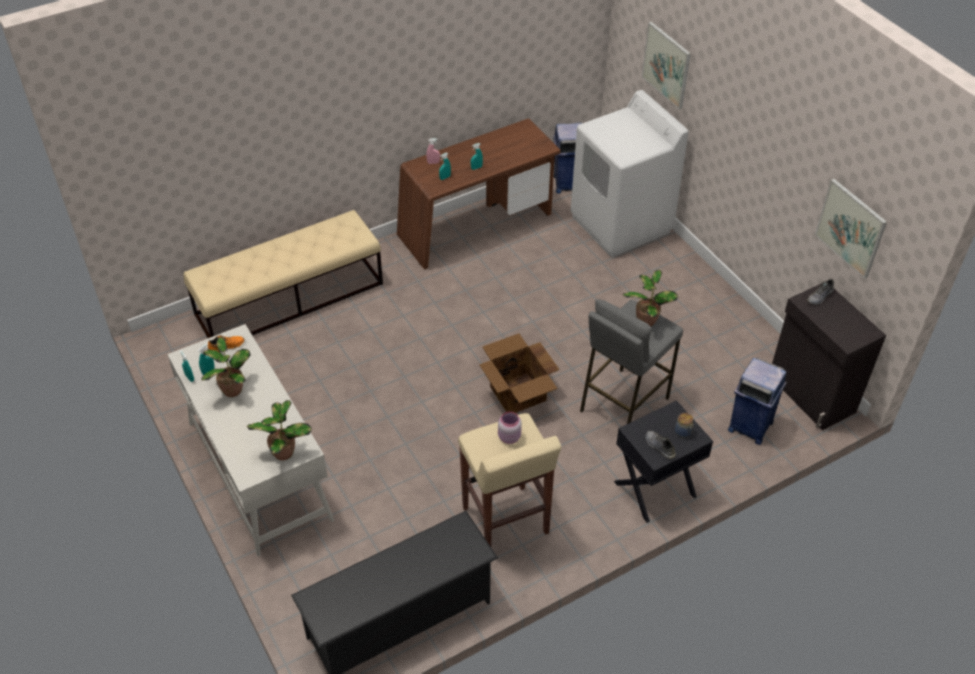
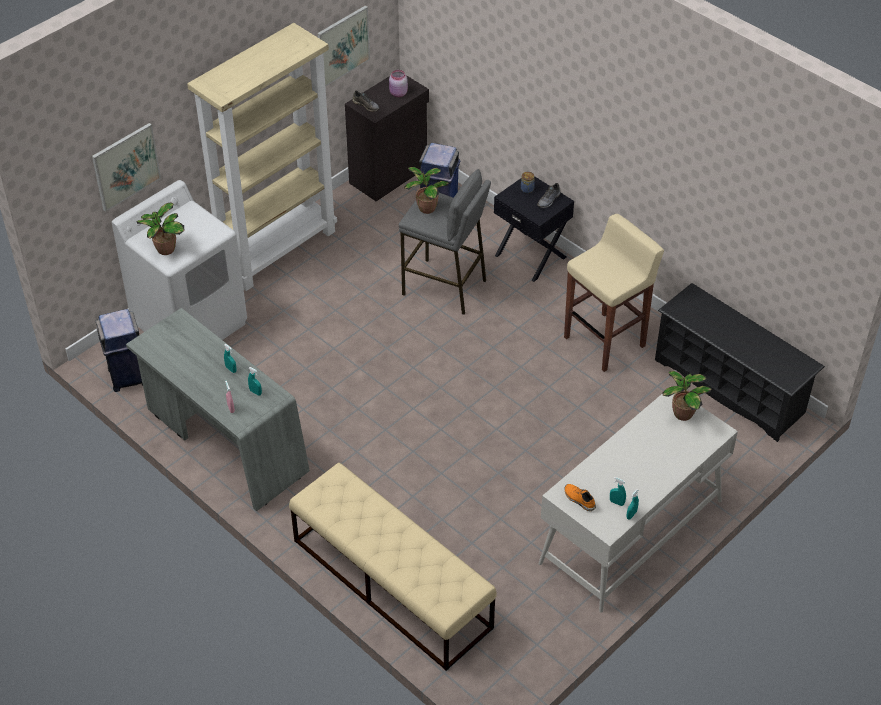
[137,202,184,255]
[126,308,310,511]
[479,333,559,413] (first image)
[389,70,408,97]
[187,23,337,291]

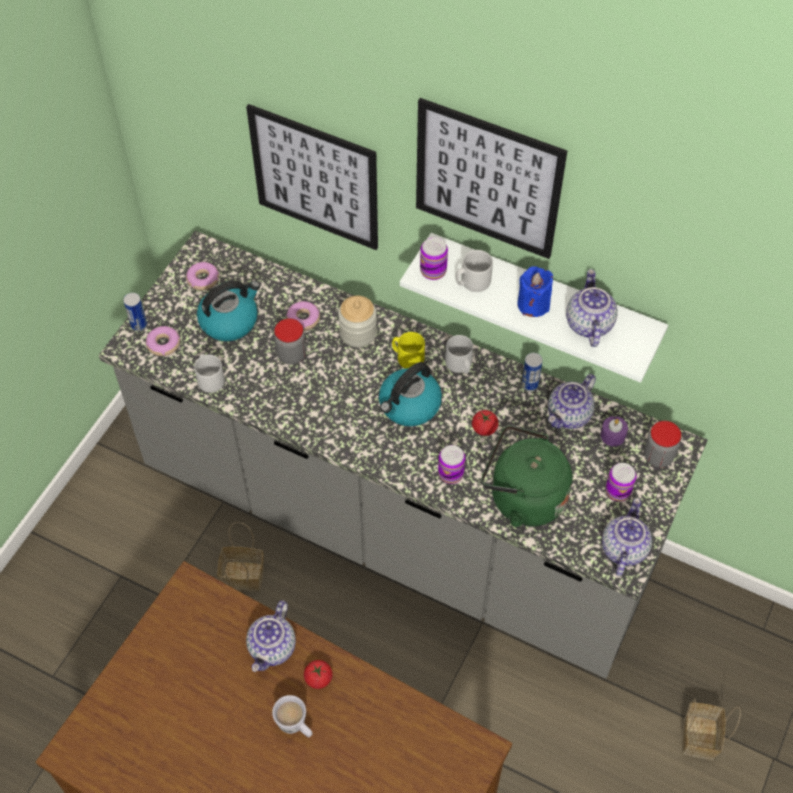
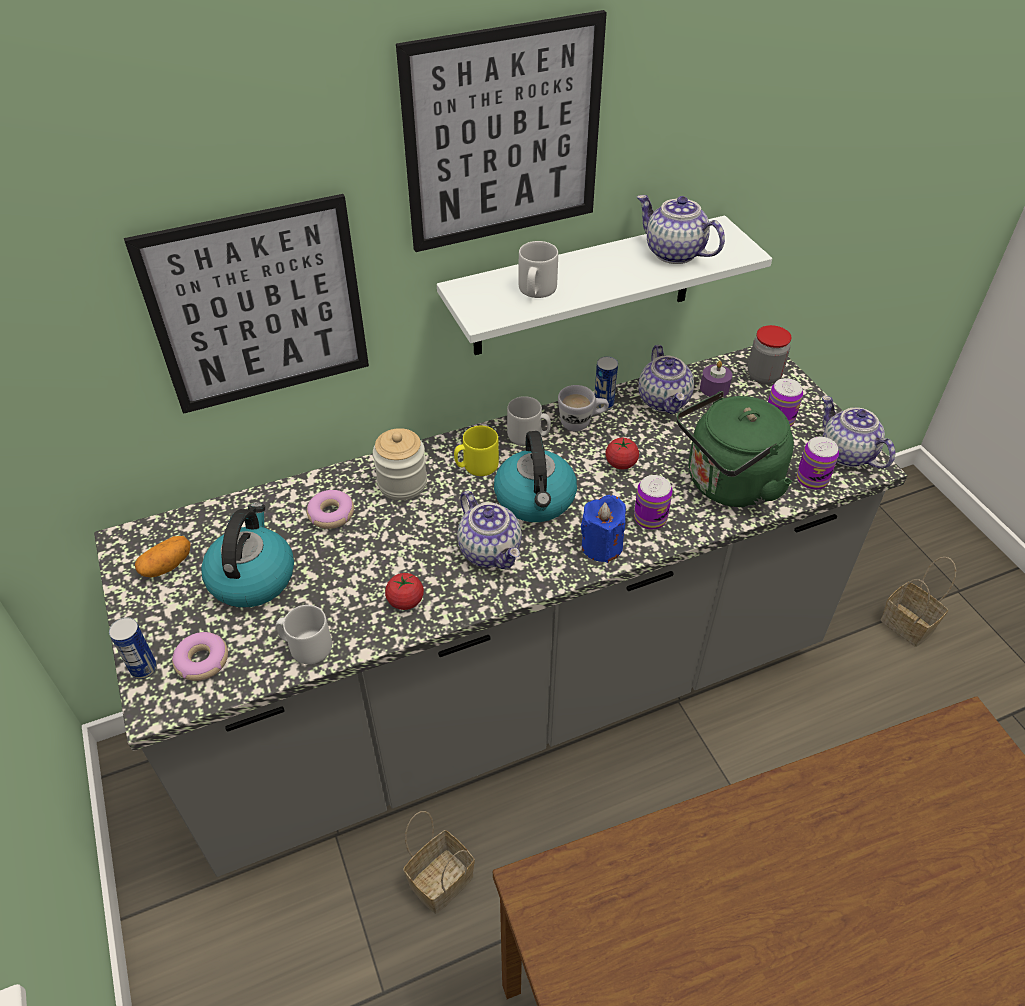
[135,536,191,577]
[457,491,522,570]
[558,385,609,431]
[274,319,306,364] (first image)
[385,573,424,610]
[797,437,839,490]
[581,495,626,563]

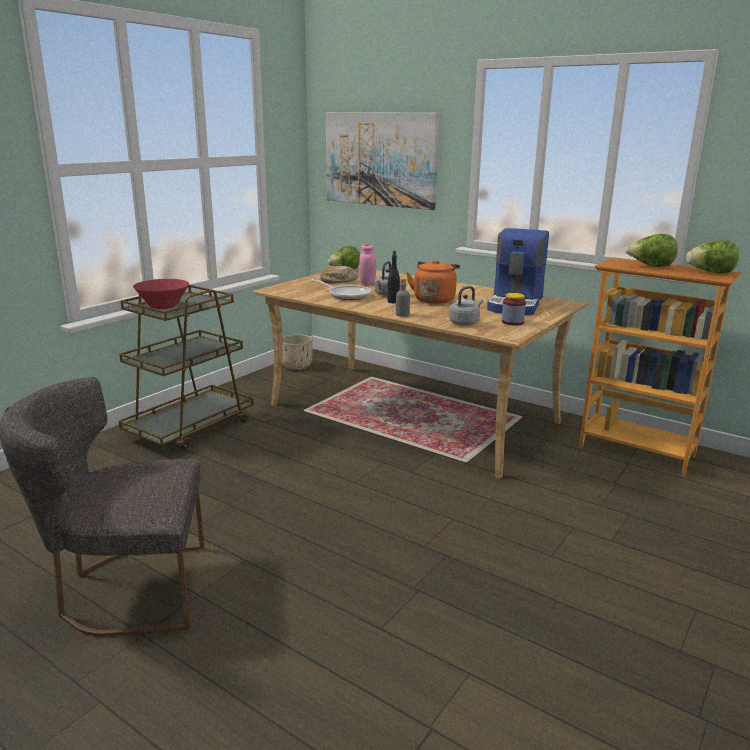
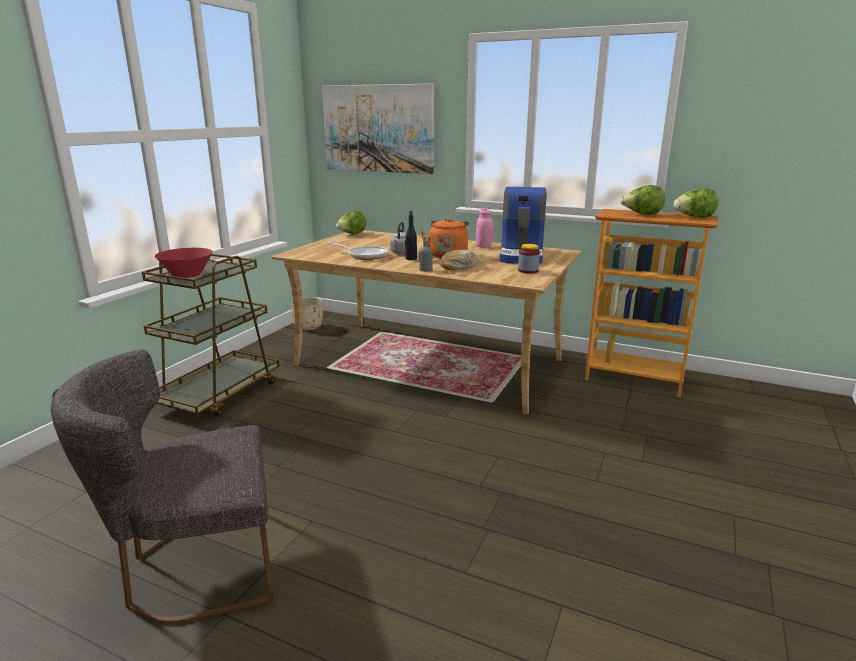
[440,250,480,270]
[476,209,494,248]
[449,286,483,326] (first image)

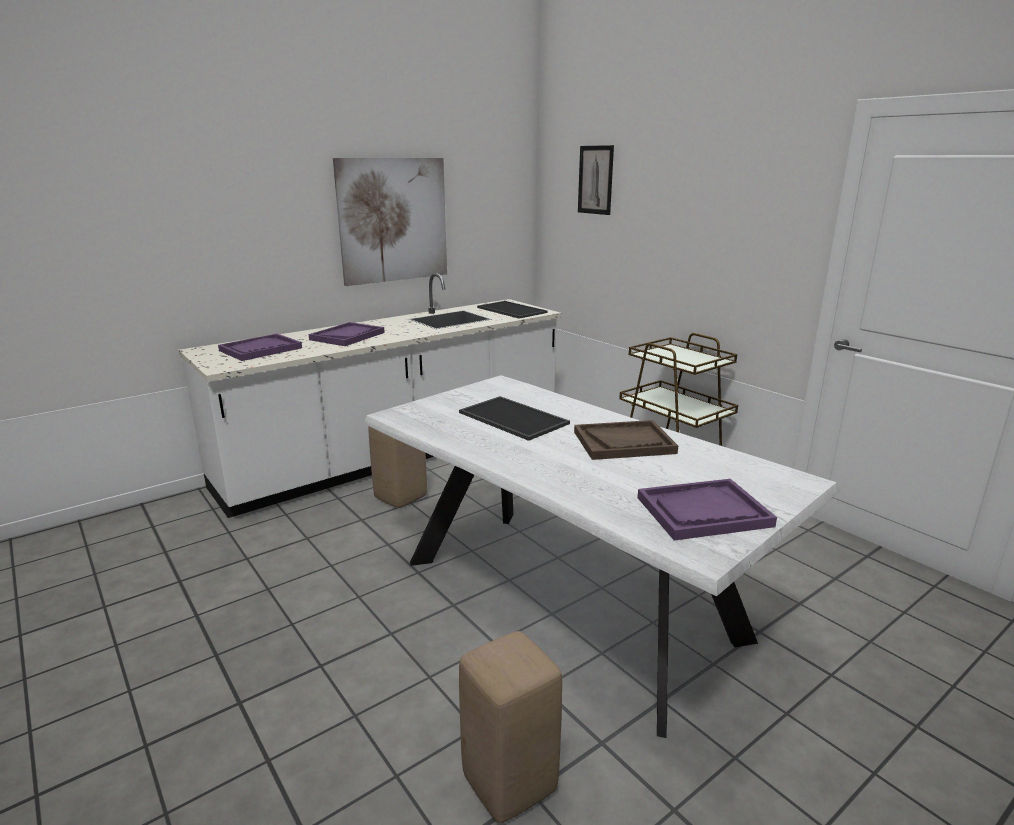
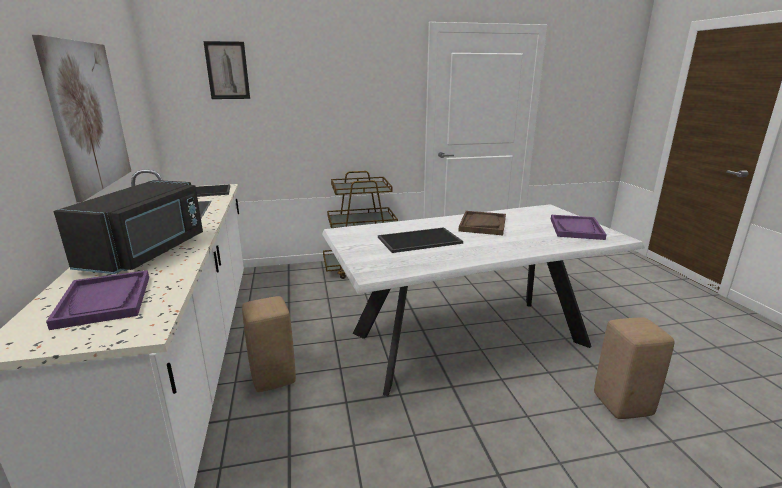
[54,180,203,274]

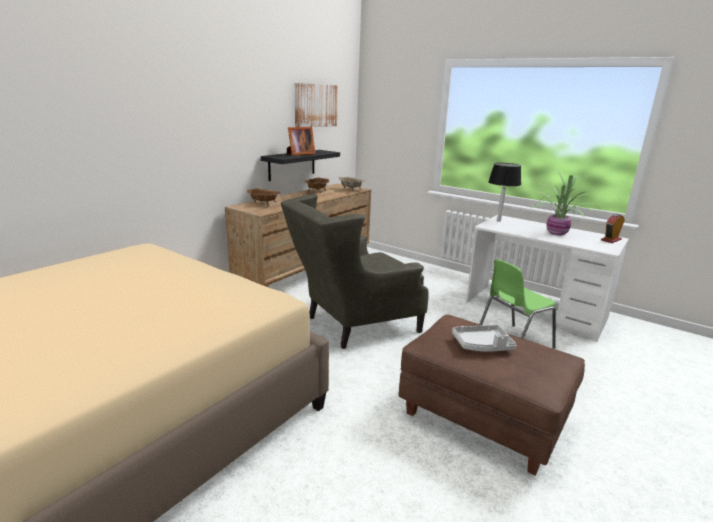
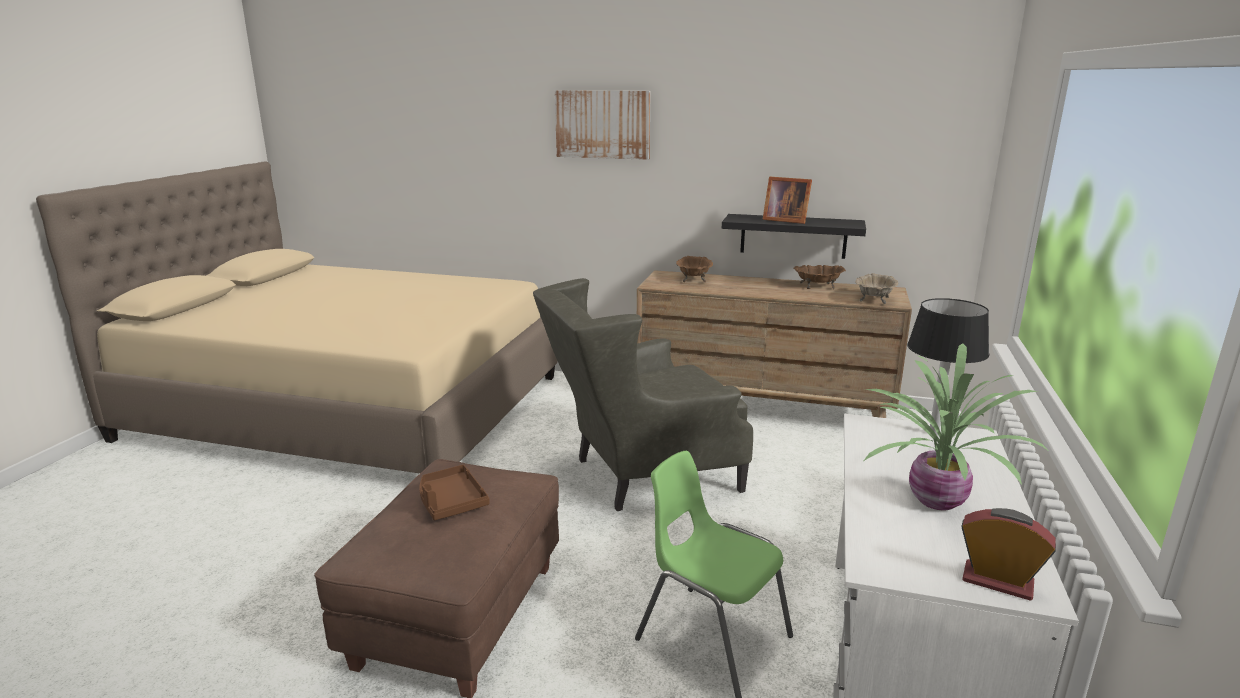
[533,278,753,511]
[555,90,651,160]
[419,465,489,520]

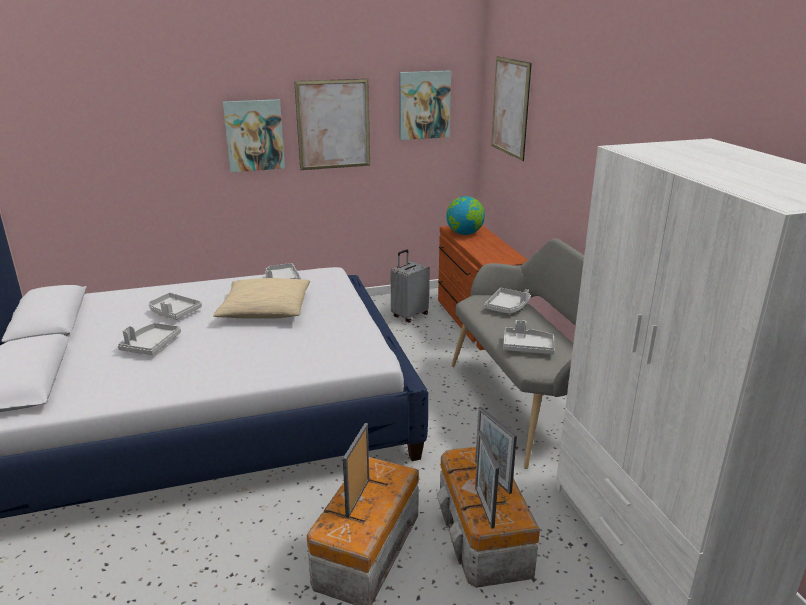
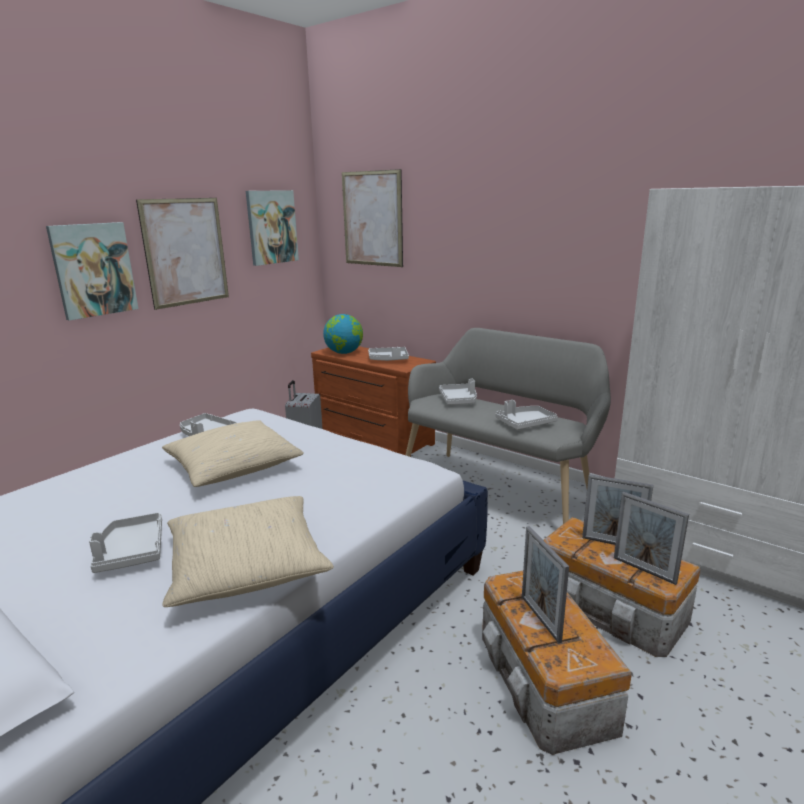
[368,347,409,361]
[162,496,334,607]

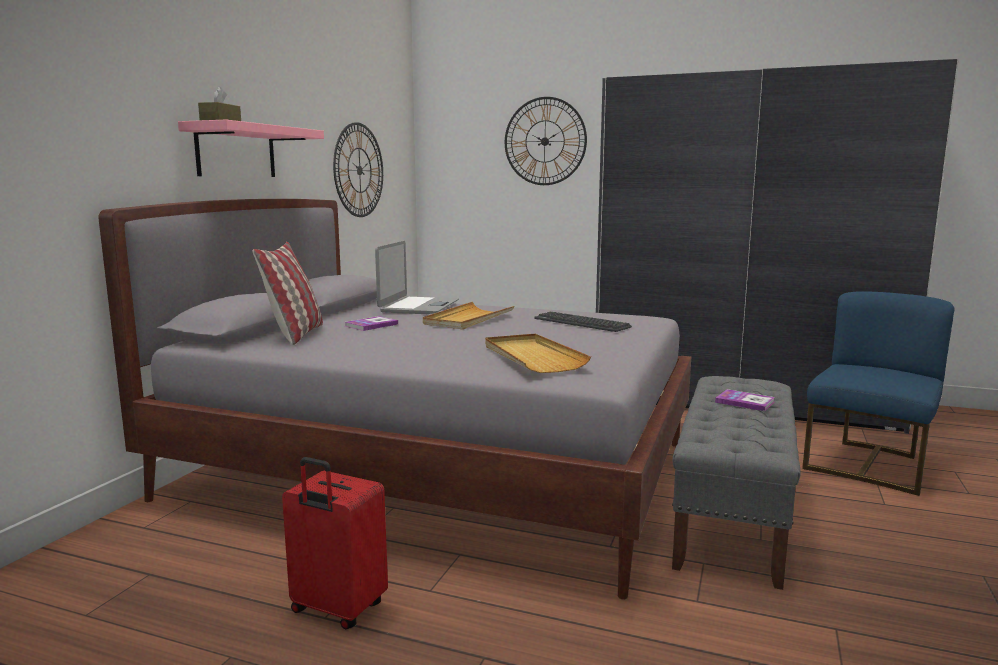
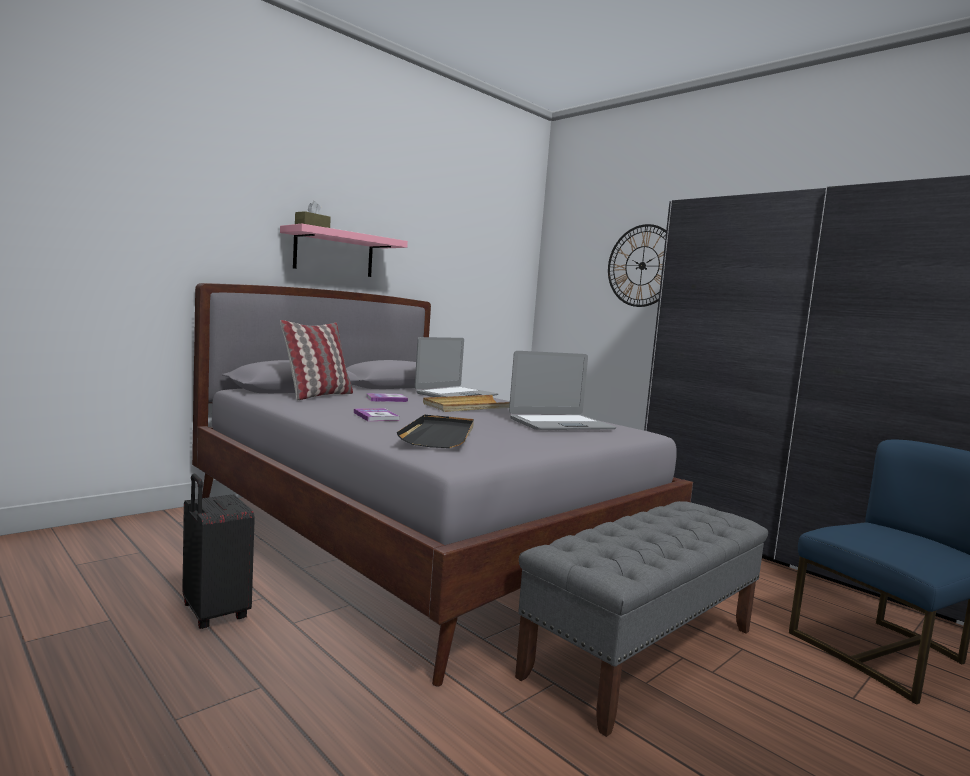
[182,474,255,629]
[333,122,383,217] (first image)
[397,414,474,448]
[509,351,616,430]
[354,408,399,421]

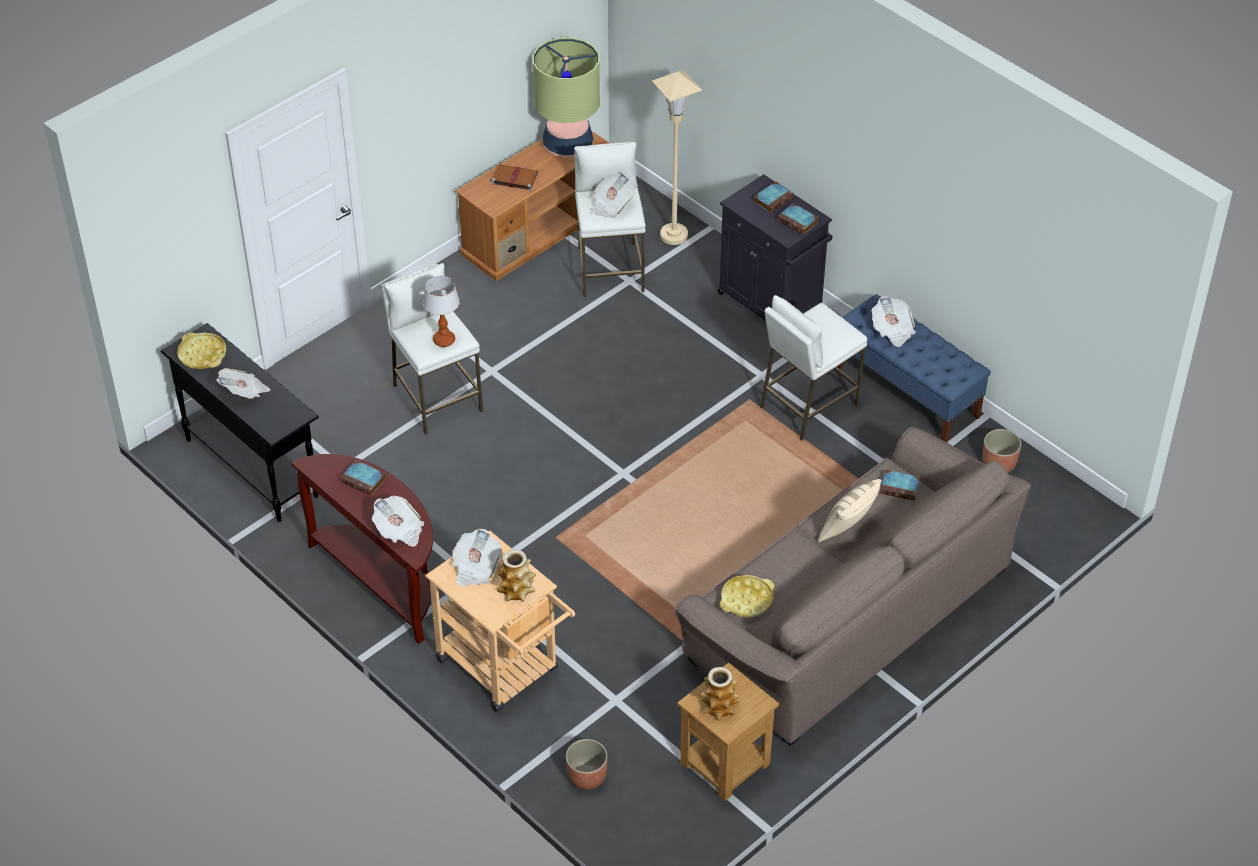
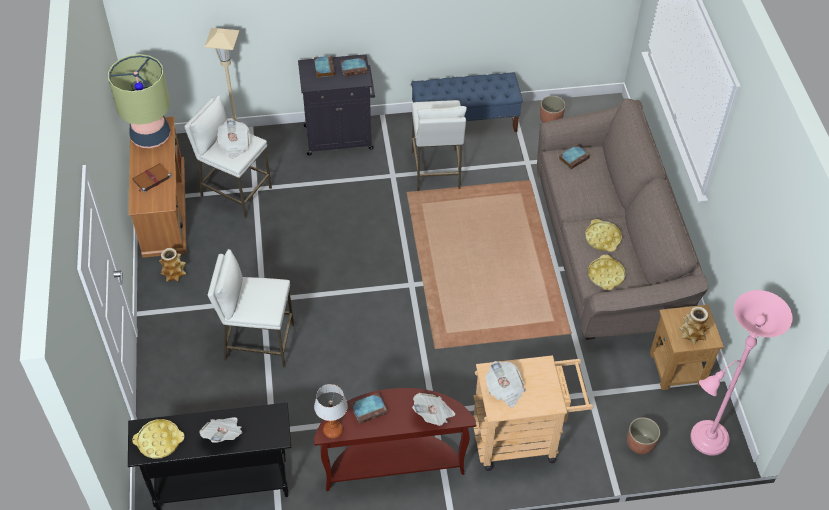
[314,384,348,438]
[159,248,186,282]
[818,479,881,542] (first image)
[871,296,916,347] (first image)
[585,219,622,252]
[690,290,793,456]

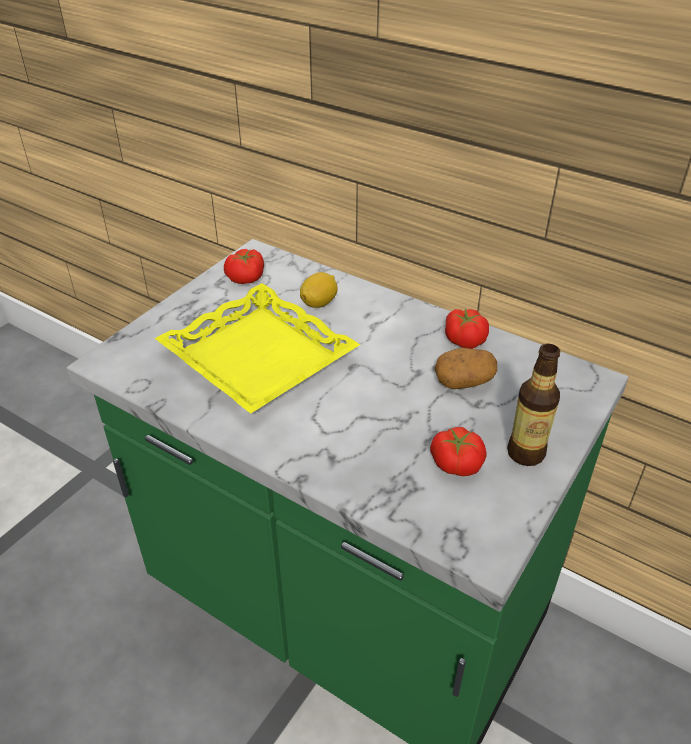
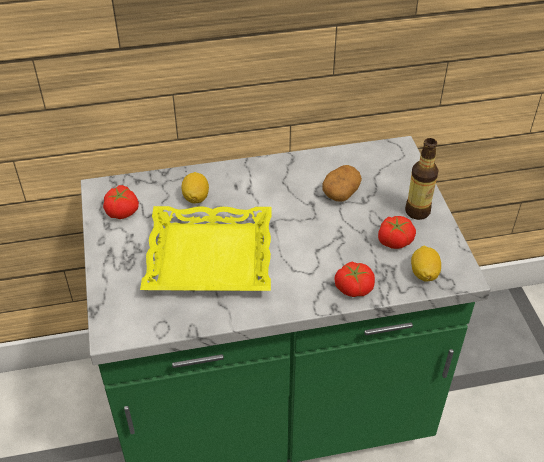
[334,261,375,297]
[411,246,441,282]

